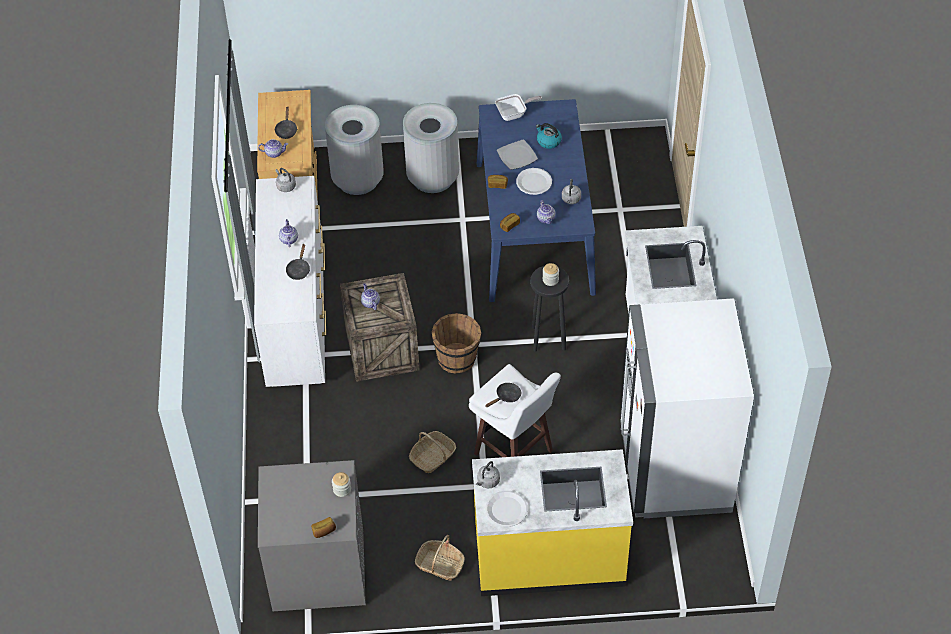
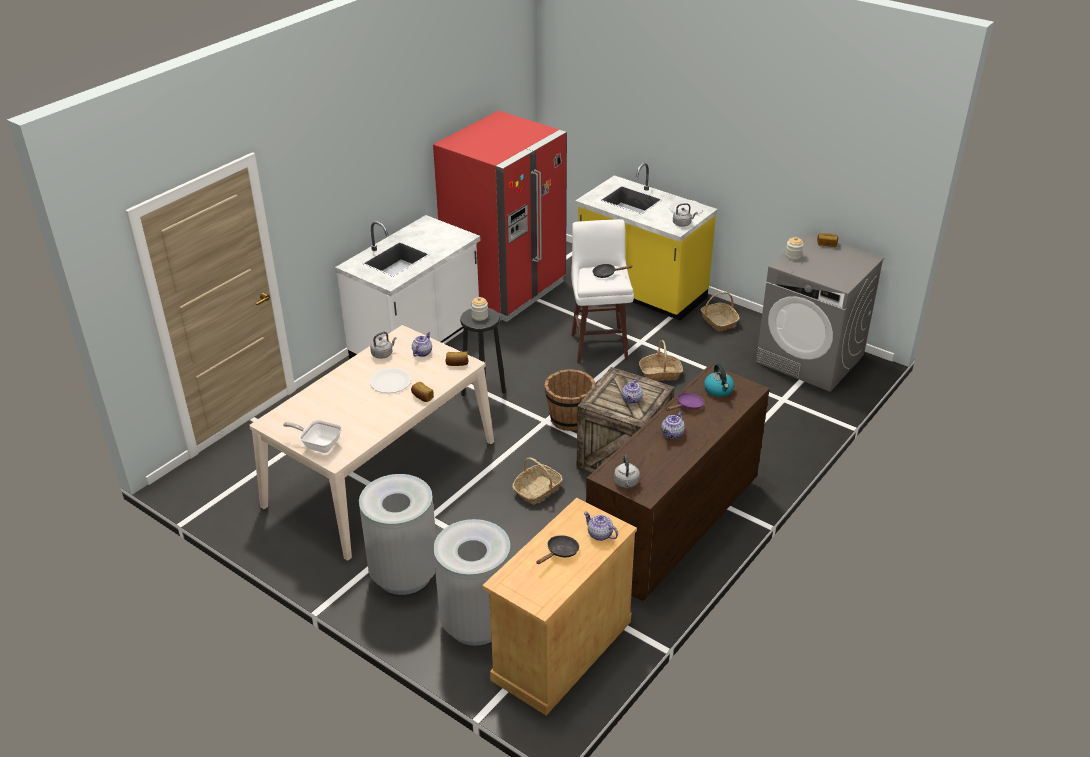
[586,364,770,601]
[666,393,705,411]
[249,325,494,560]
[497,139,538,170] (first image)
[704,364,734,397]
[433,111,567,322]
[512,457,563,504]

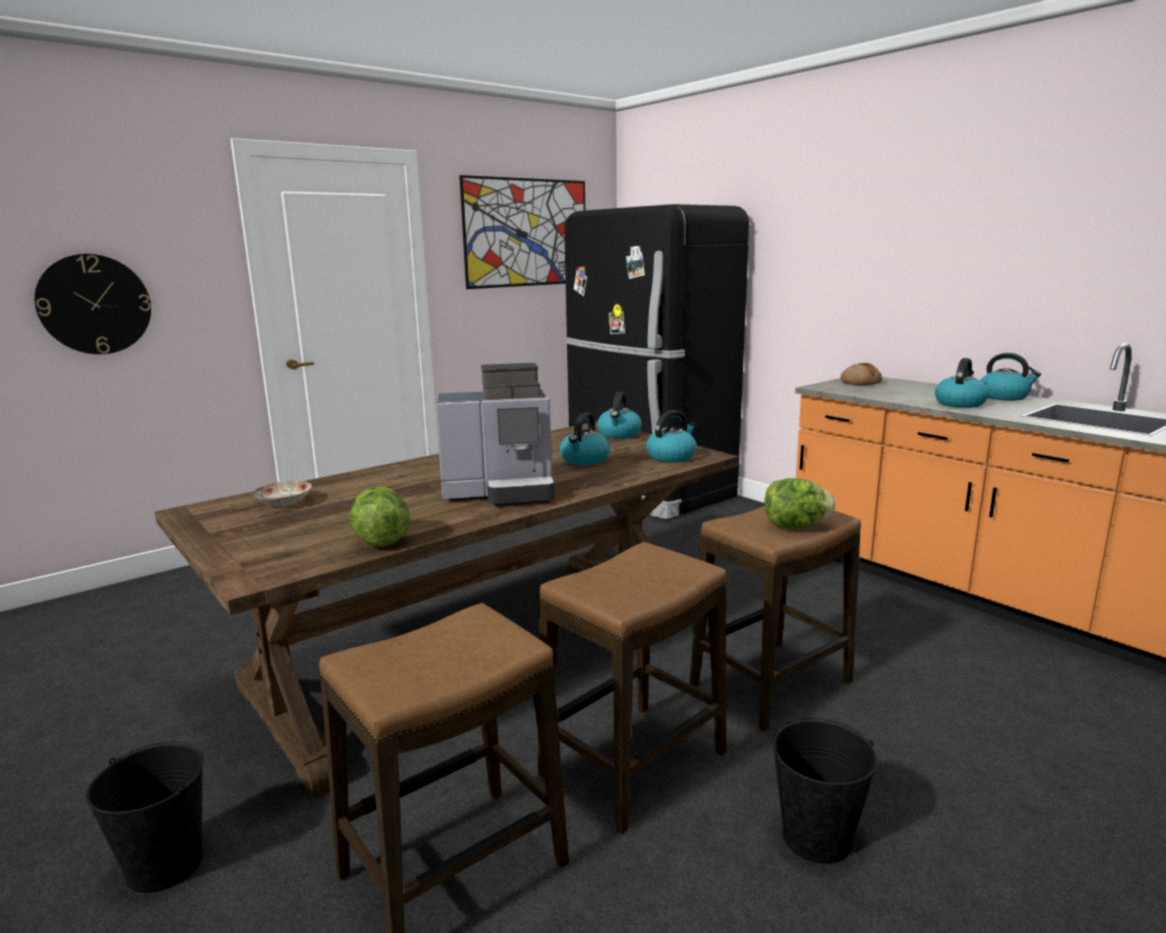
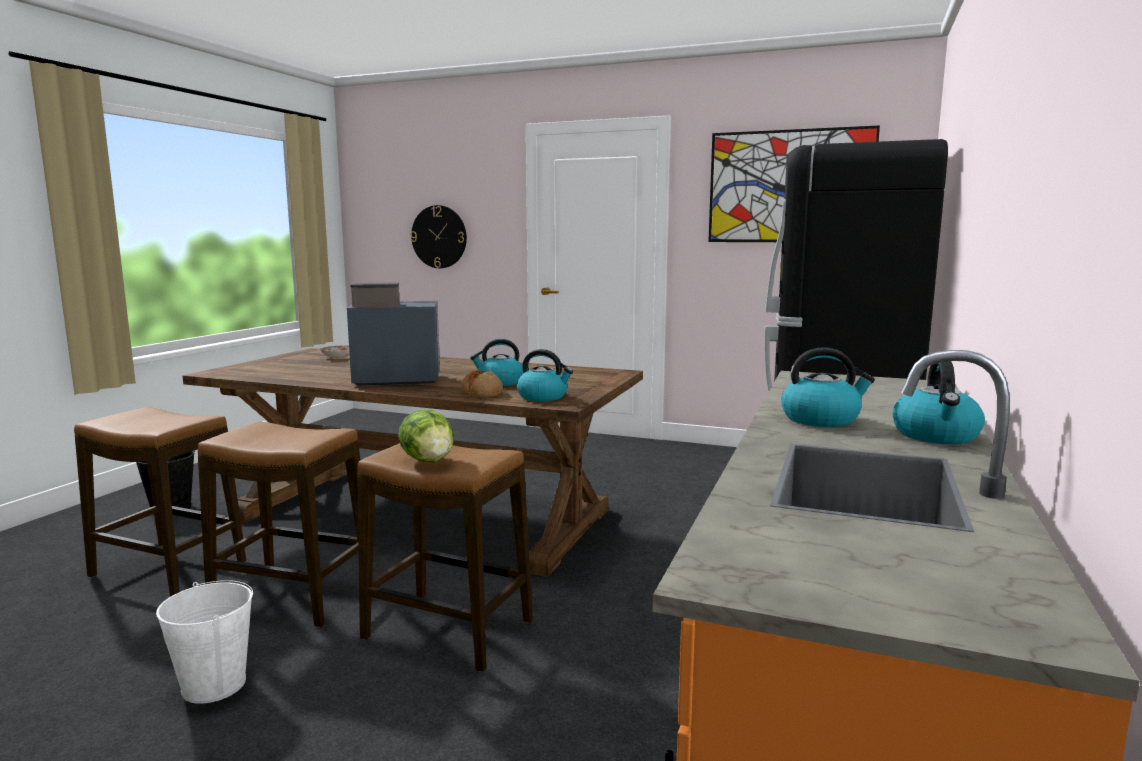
[350,487,410,547] (first image)
[347,283,440,386]
[597,392,642,438] (first image)
[156,580,253,704]
[460,370,503,398]

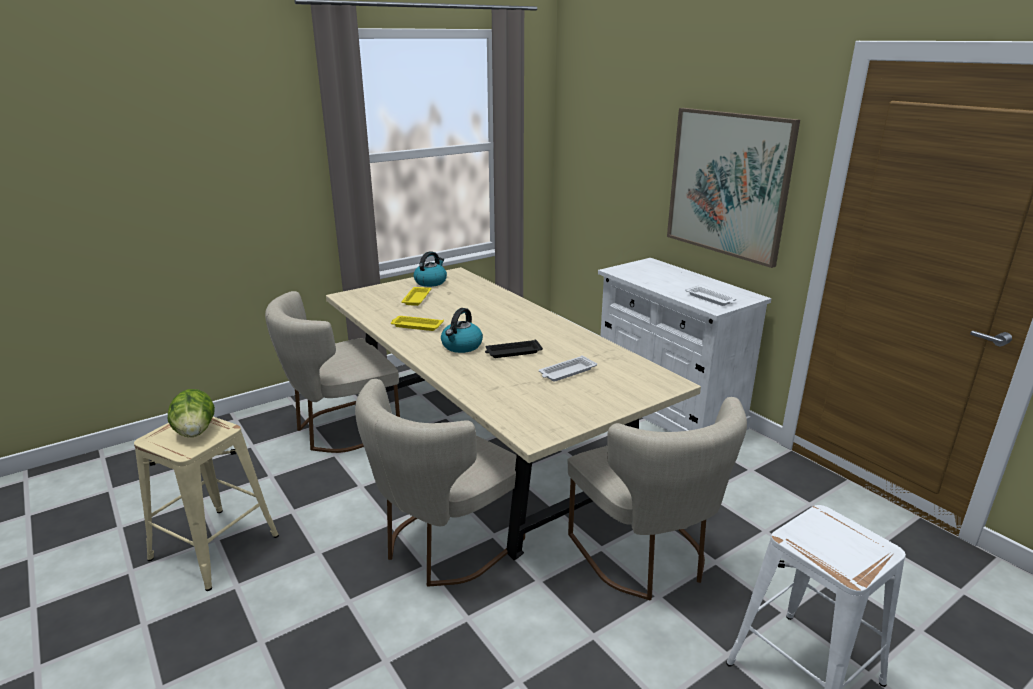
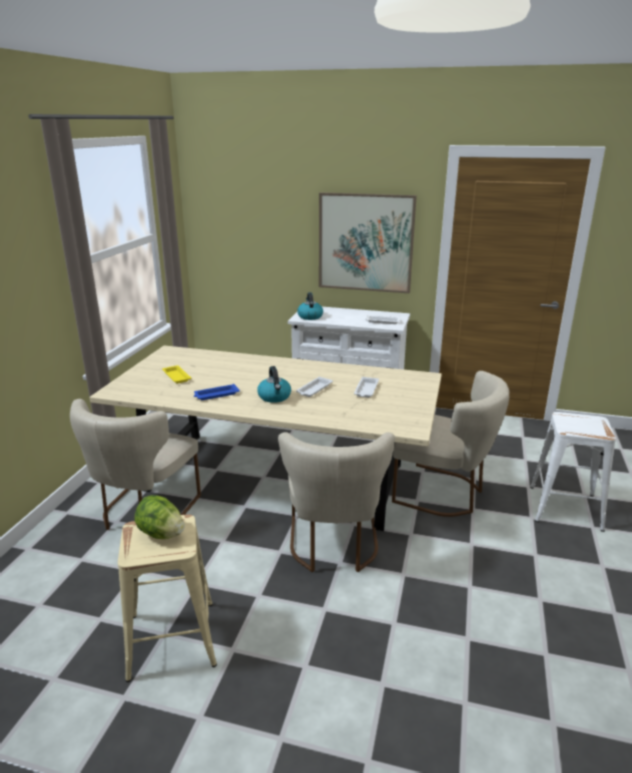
[194,384,240,400]
[297,292,323,320]
[296,377,333,397]

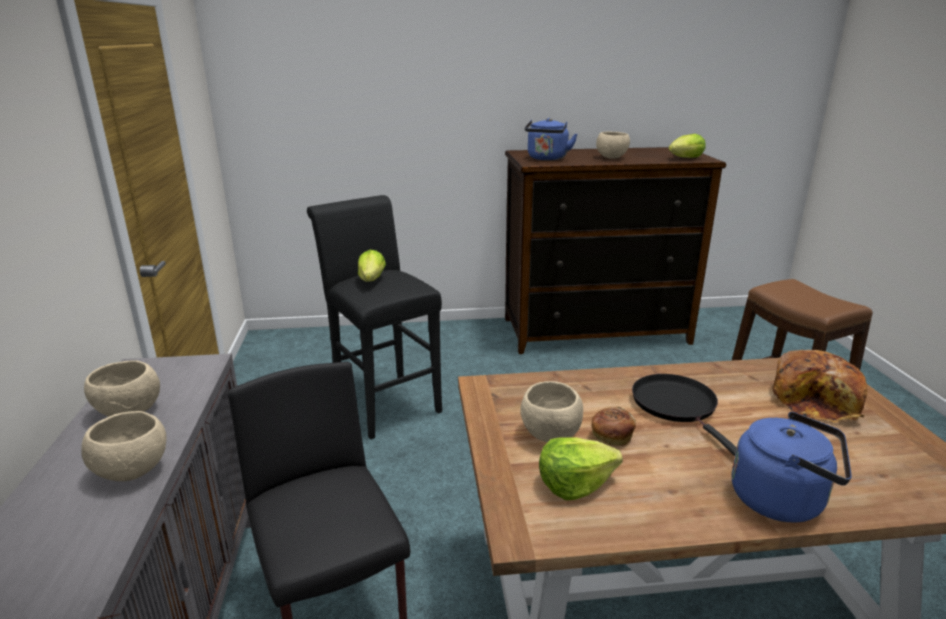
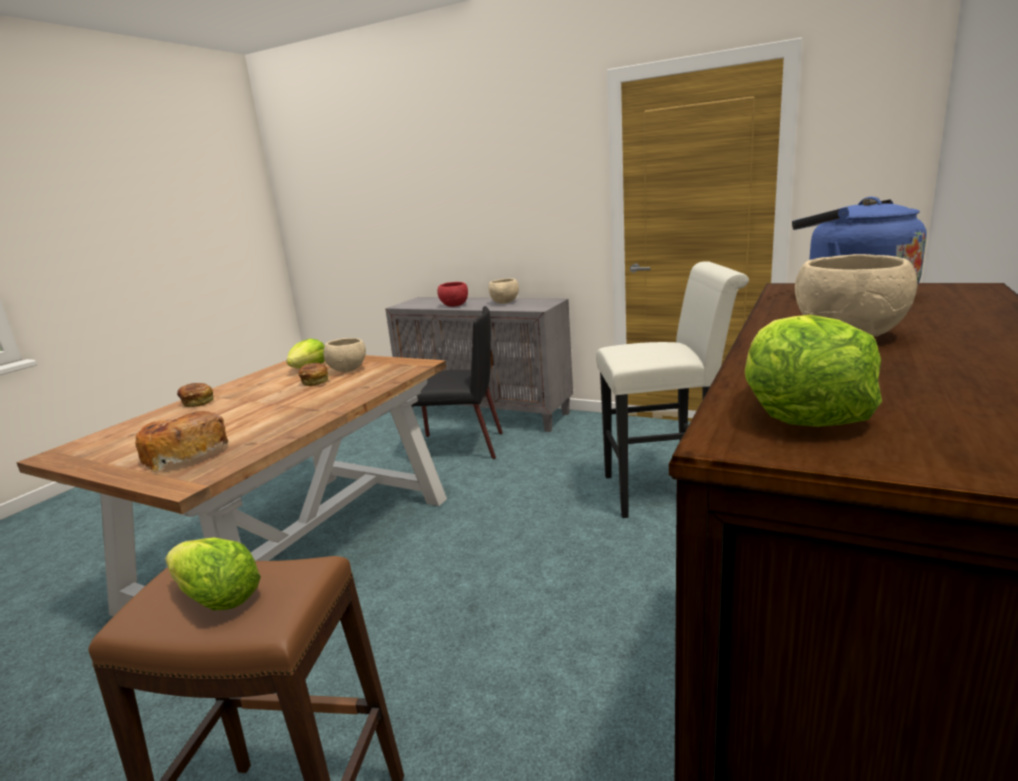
[437,282,468,307]
[596,261,749,518]
[165,537,261,610]
[632,374,737,456] (first image)
[177,383,214,407]

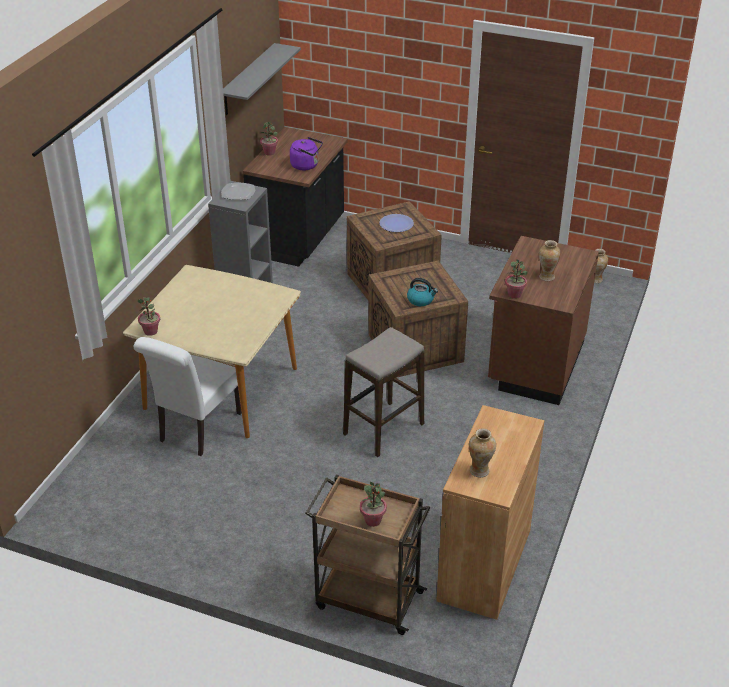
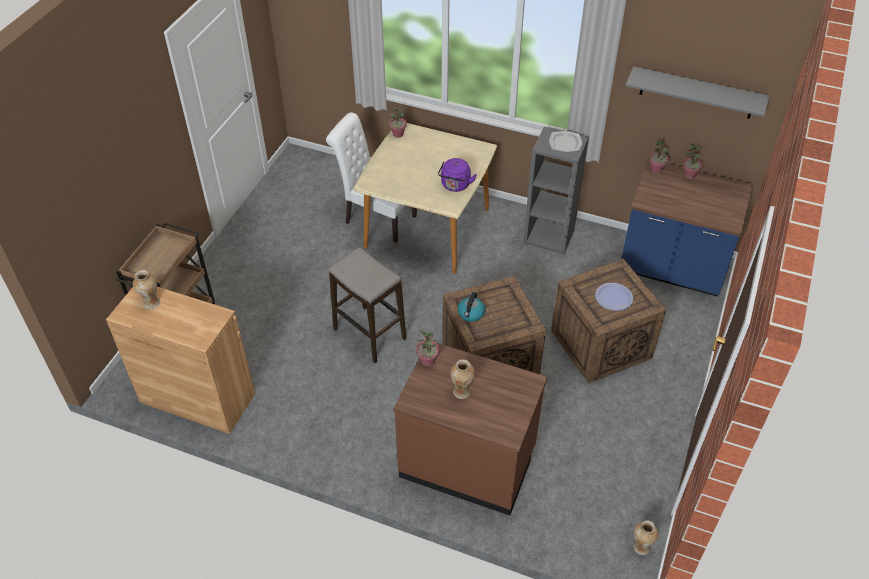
[621,159,753,297]
[438,158,477,192]
[649,140,669,173]

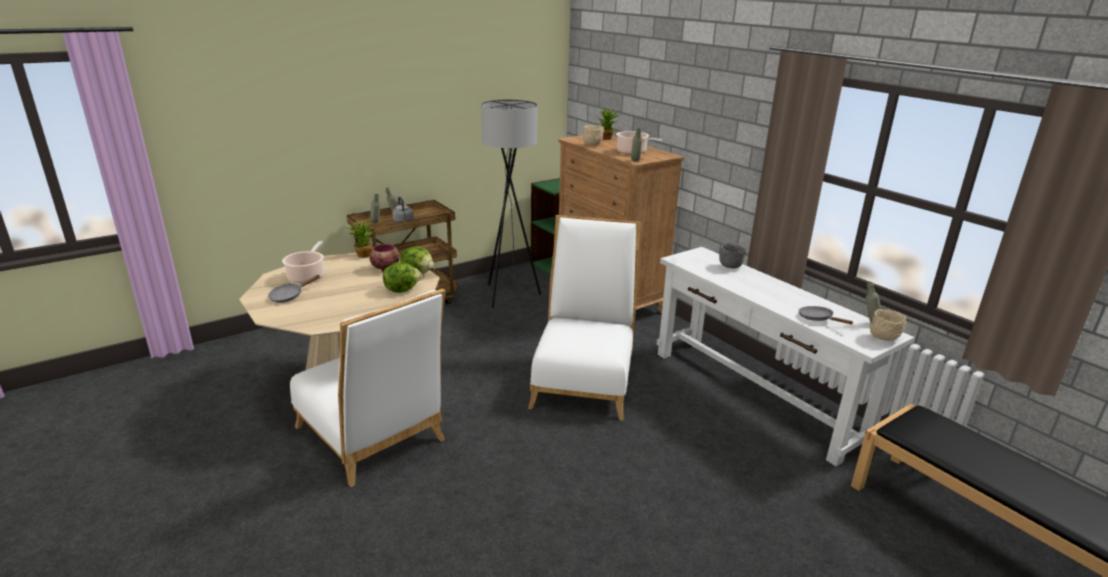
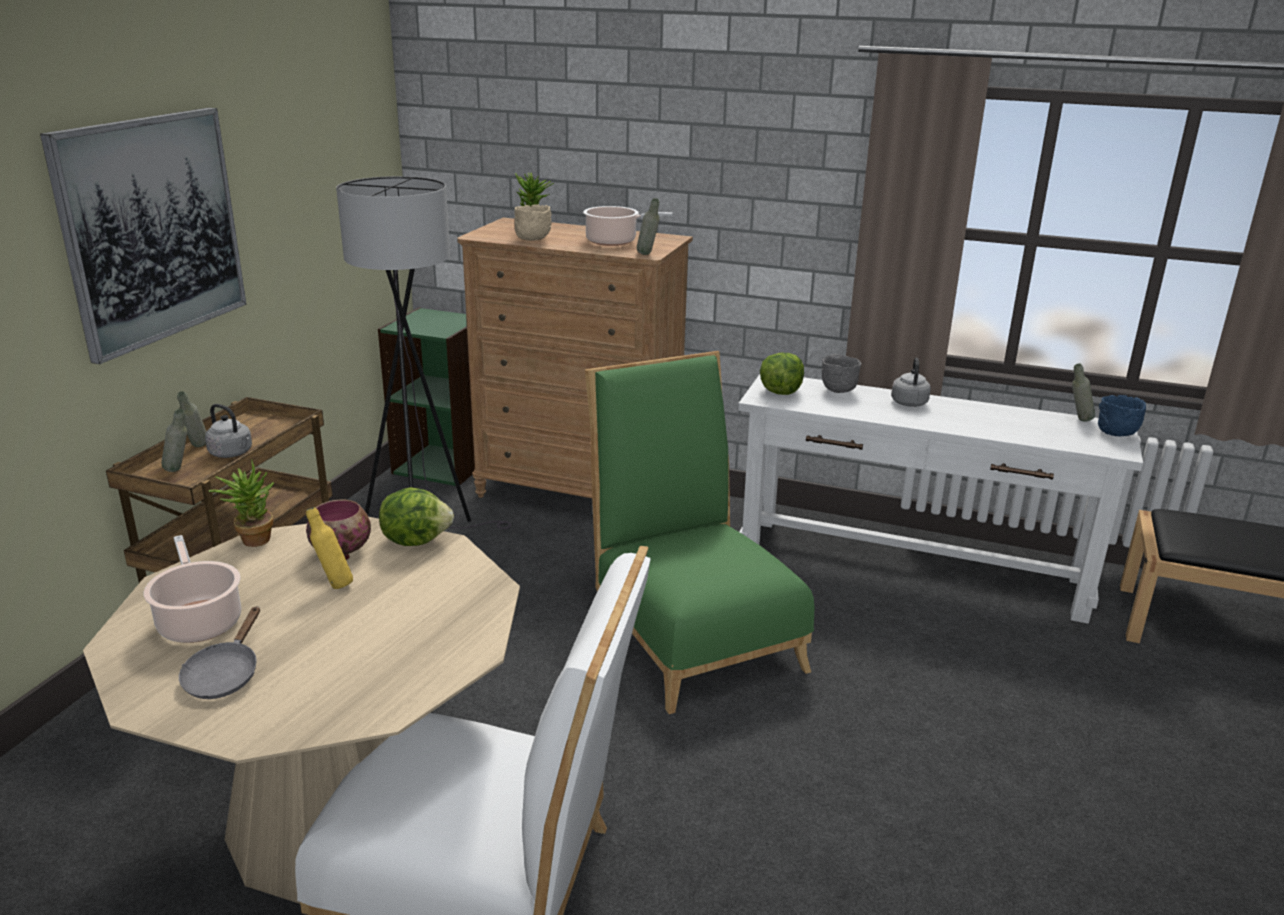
[760,353,804,395]
[585,351,814,714]
[798,306,853,324] (first image)
[1098,395,1146,437]
[40,108,247,364]
[306,507,353,589]
[891,358,931,407]

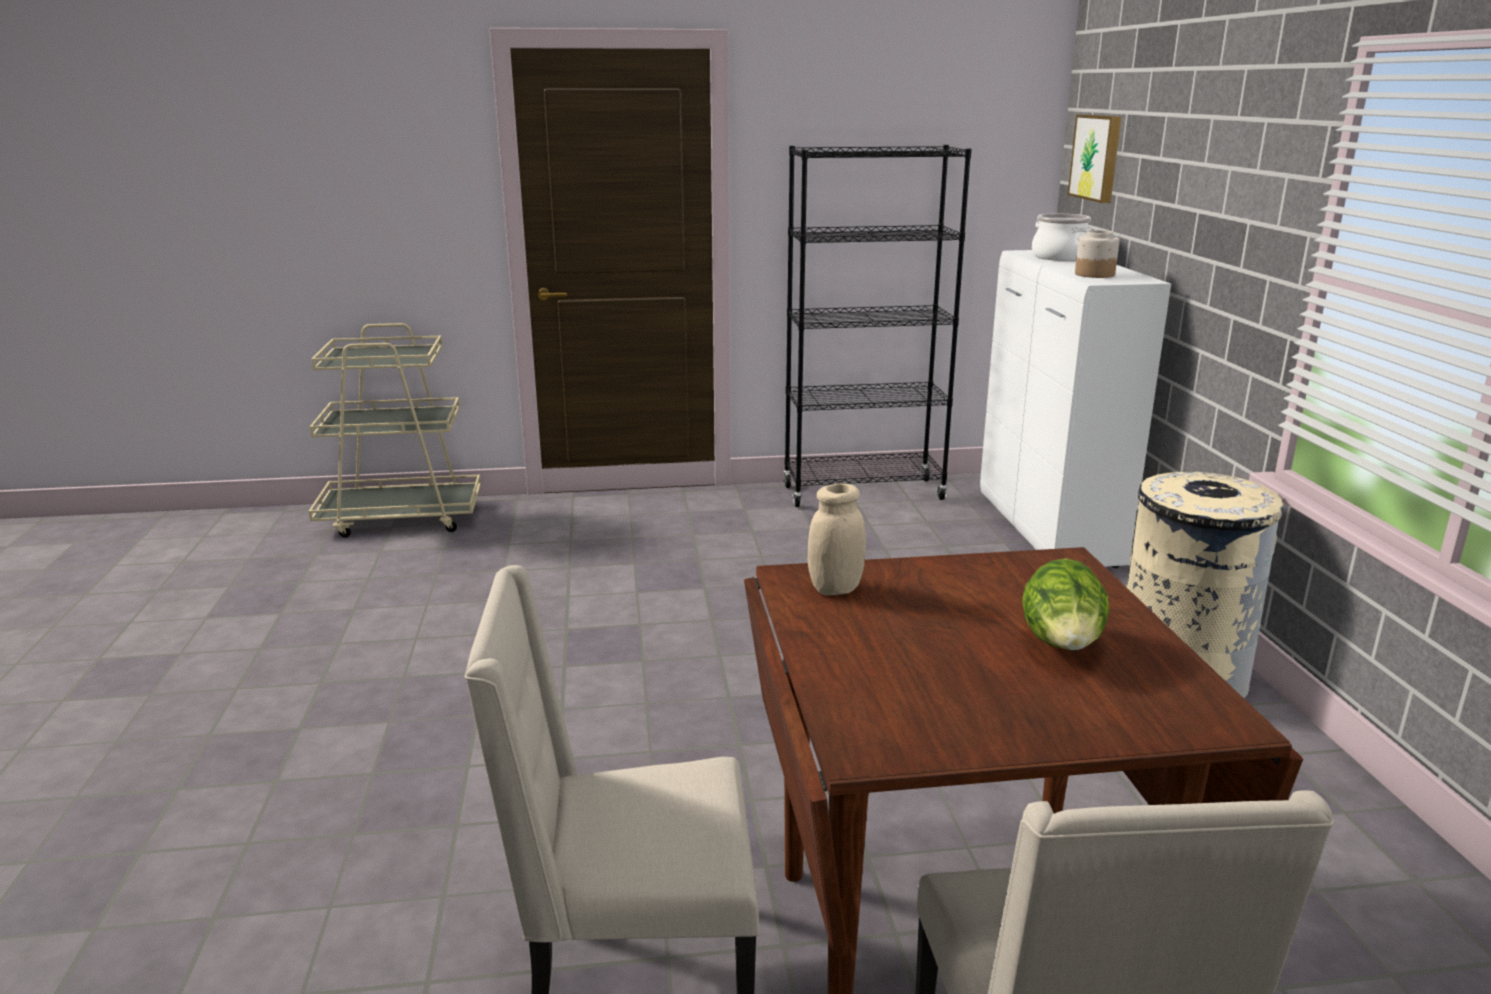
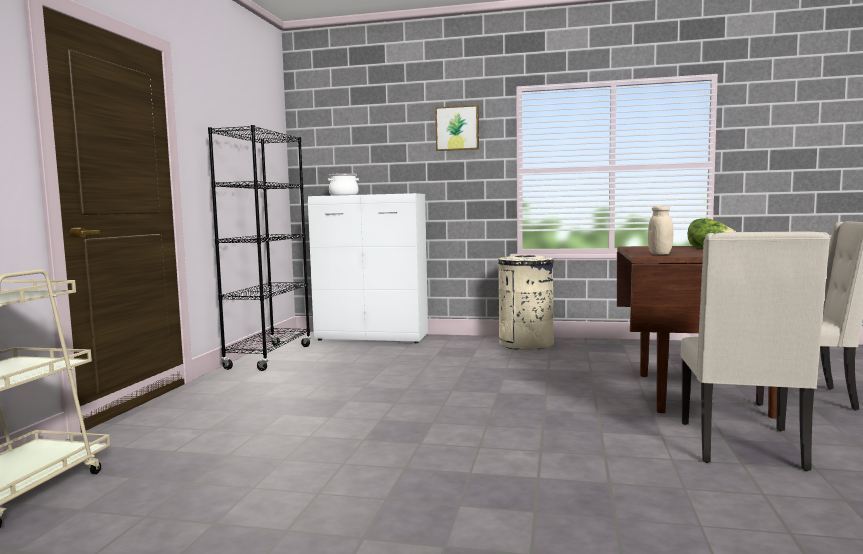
[435,105,479,151]
[1075,230,1120,278] (first image)

